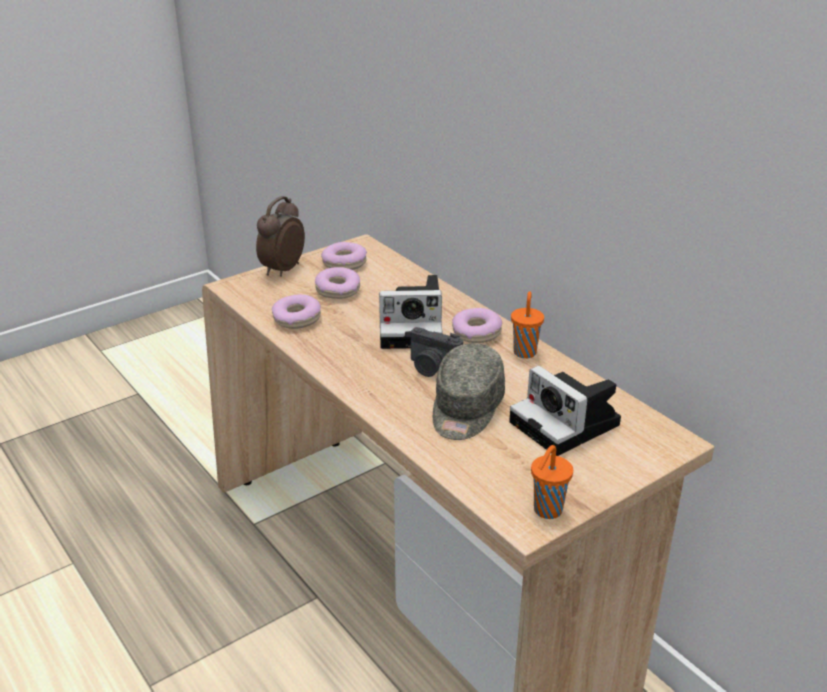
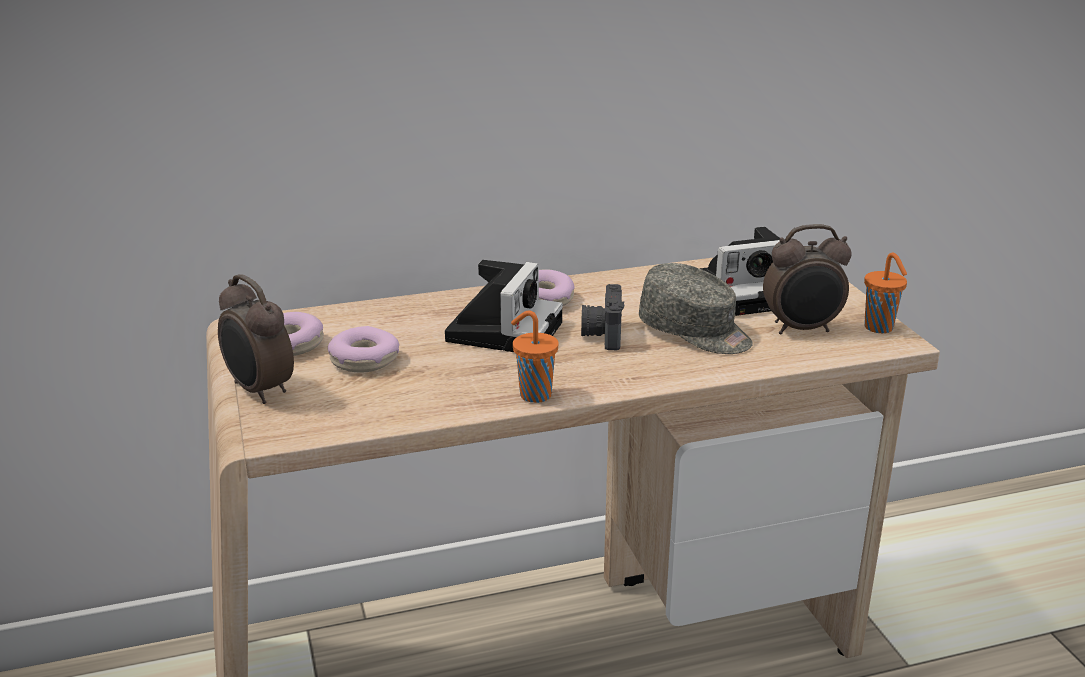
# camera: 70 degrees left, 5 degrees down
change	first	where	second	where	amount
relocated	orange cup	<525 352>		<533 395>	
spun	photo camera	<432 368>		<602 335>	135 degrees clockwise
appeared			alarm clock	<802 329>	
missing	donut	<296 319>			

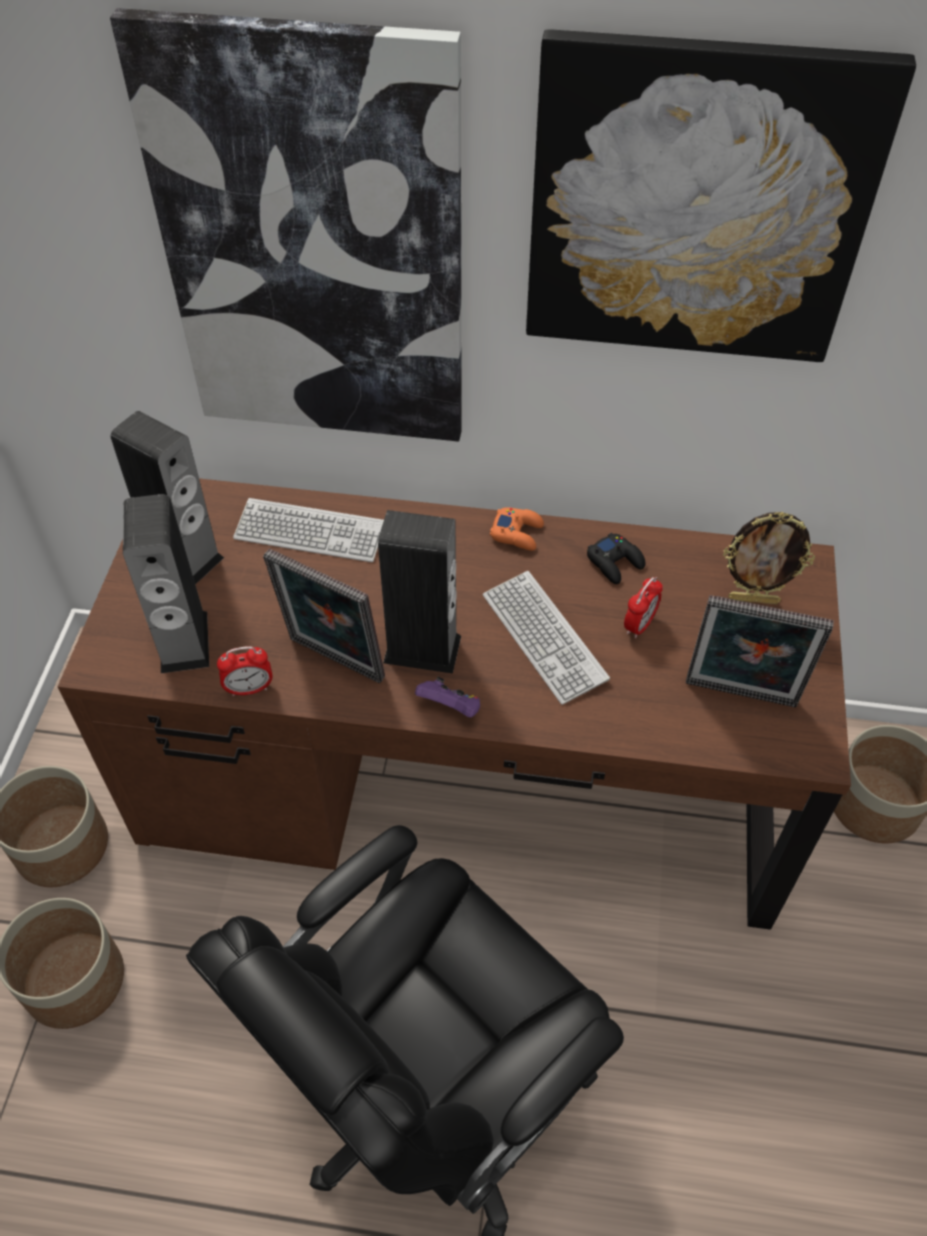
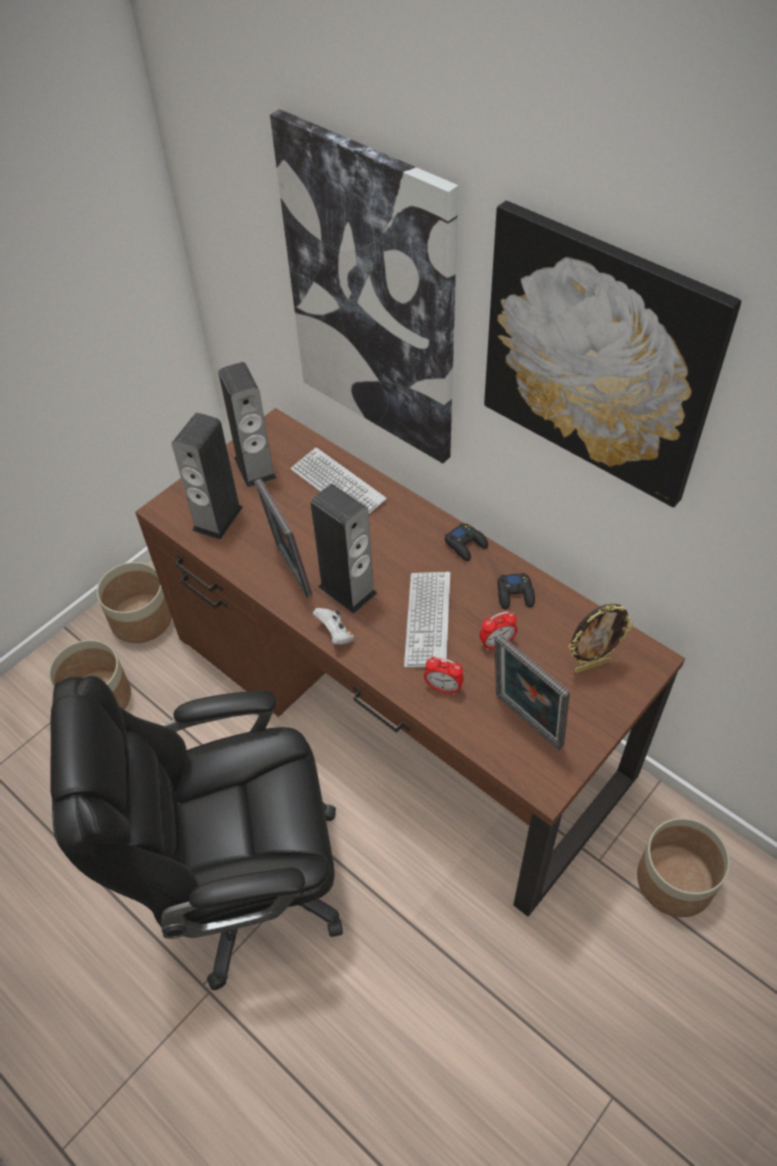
# camera: 35 degrees right, 0 degrees up
change	first	where	second	where	amount
colour	purple game controller	<450 708>	white game controller	<335 634>	
relocated	alarm clock	<249 689>		<443 687>	
colour	orange game controller	<517 533>	black game controller	<466 545>	
spun	picture frame	<753 599>		<591 665>	60 degrees counterclockwise

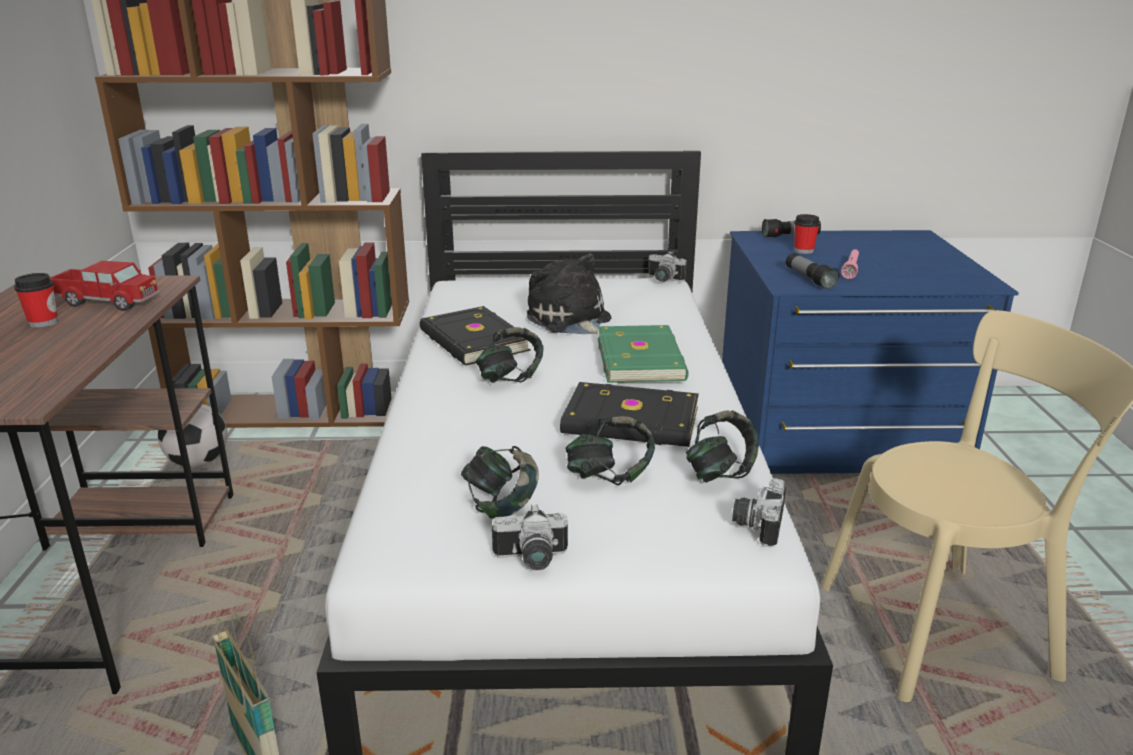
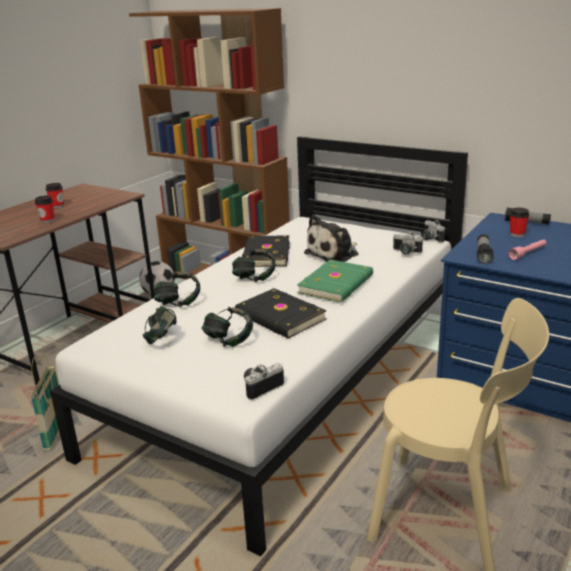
# camera: 35 degrees right, 0 degrees up
change	first	where	second	where	amount
appeared			cup	<47 221>	
relocated	headphones	<720 473>		<178 303>	
spun	plush toy	<571 321>		<334 254>	135 degrees counterclockwise
relocated	photo camera	<531 560>		<405 252>	
missing	toy truck	<108 301>			

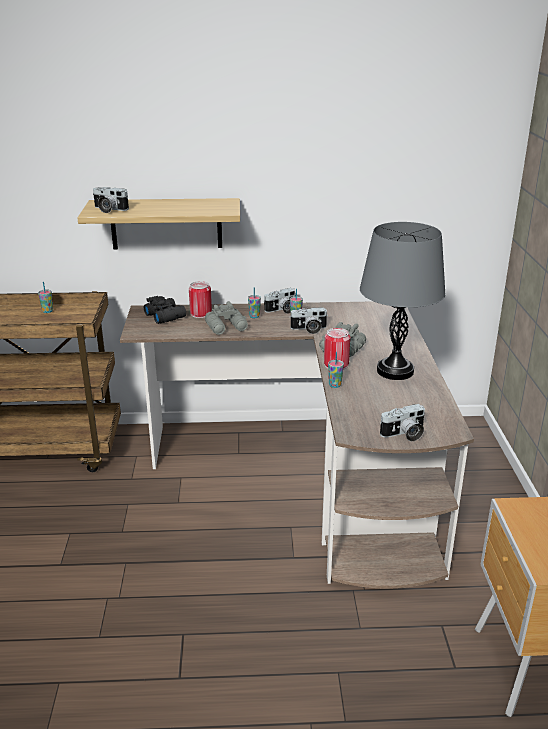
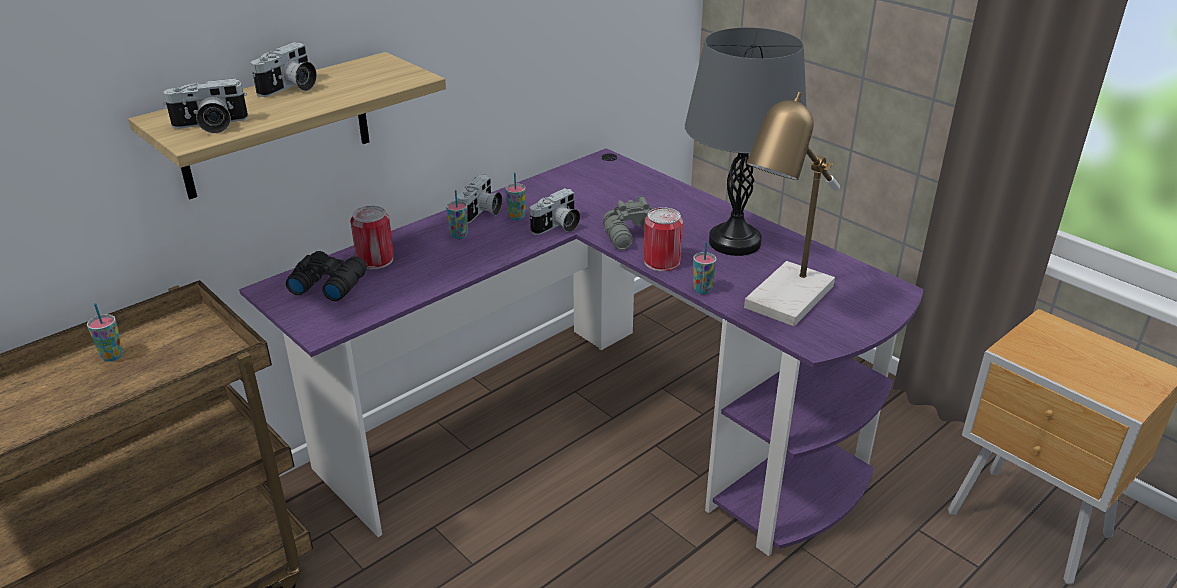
# camera: 40 degrees left, 5 degrees up
change	first	where	second	where	amount
colour	brown desk	<313 476>	purple desk	<598 431>	
relocated	photo camera	<404 434>		<290 88>	
appeared			table lamp	<784 304>	
missing	grey binoculars	<227 327>			

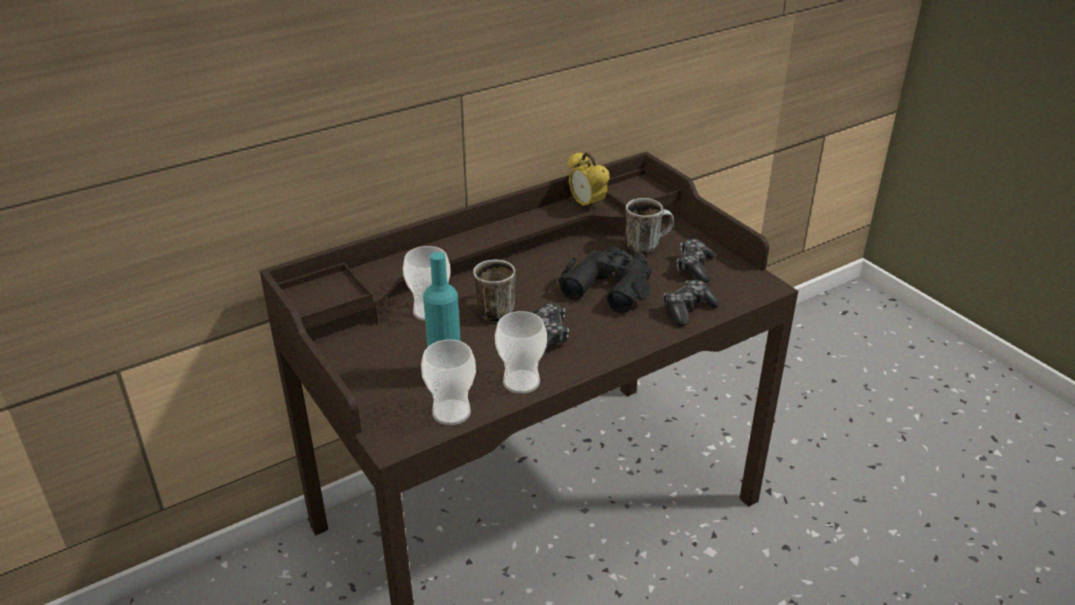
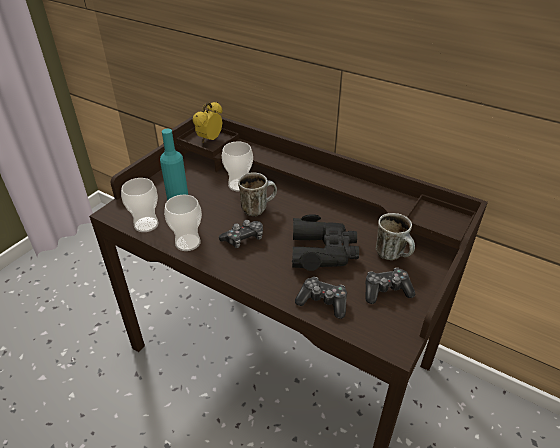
# camera: 65 degrees right, 5 degrees up
change	first	where	second	where	amount
relocated	alarm clock	<587 205>		<210 140>	

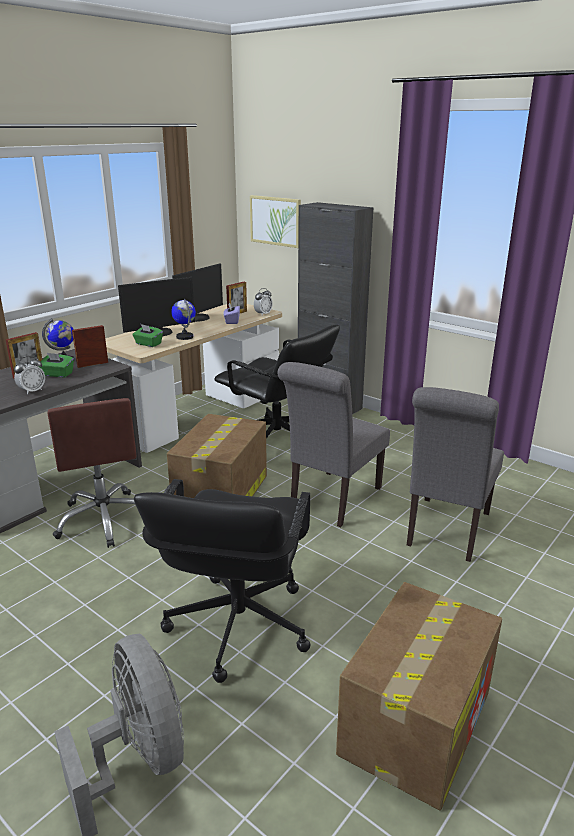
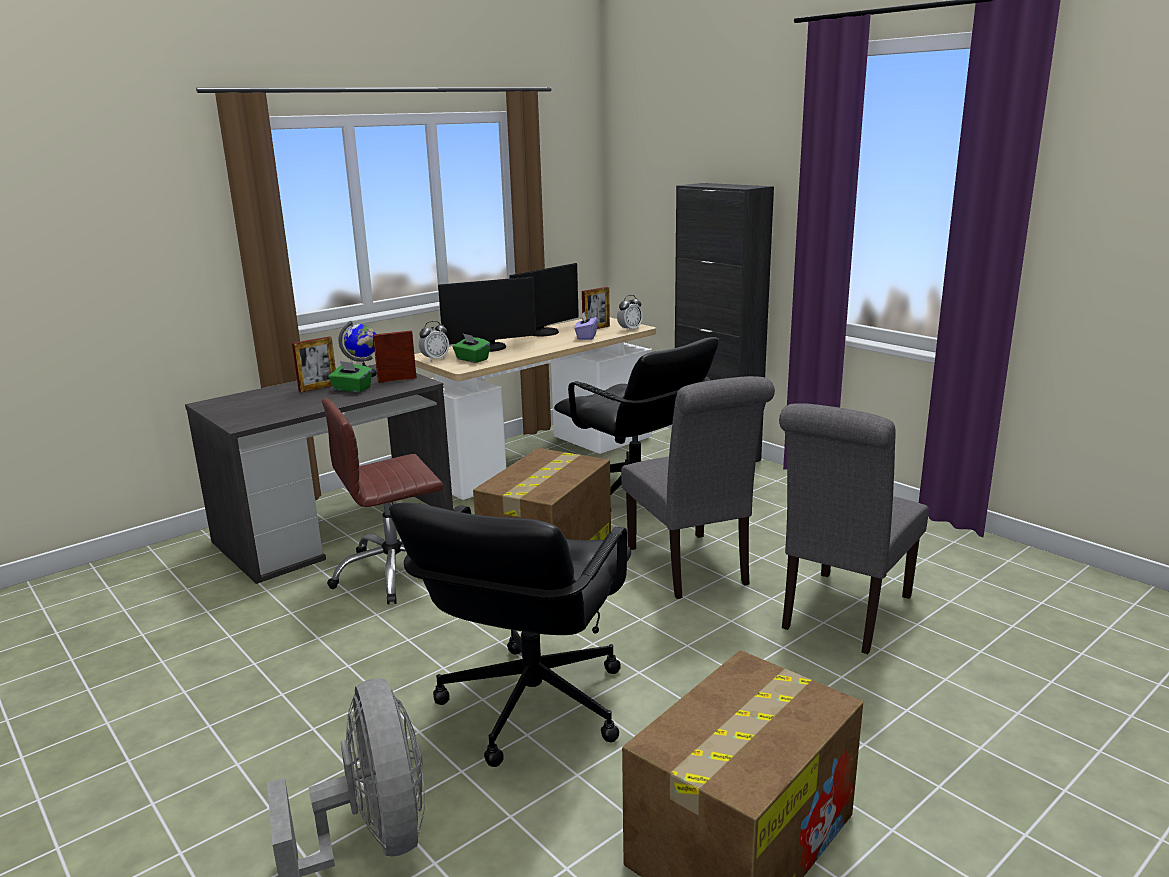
# camera: 10 degrees right, 5 degrees down
change	first	where	second	where	amount
spun	brown office chair	<105 519>		<394 572>	75 degrees clockwise
relocated	alarm clock	<32 391>		<435 359>	
spun	grey chair	<332 501>		<691 569>	60 degrees counterclockwise
missing	globe	<185 337>			
missing	picture	<275 221>			

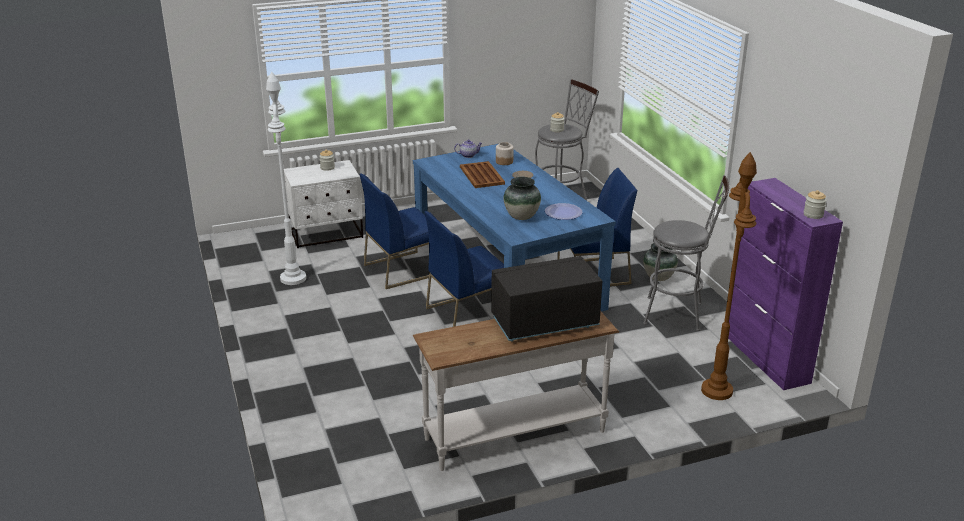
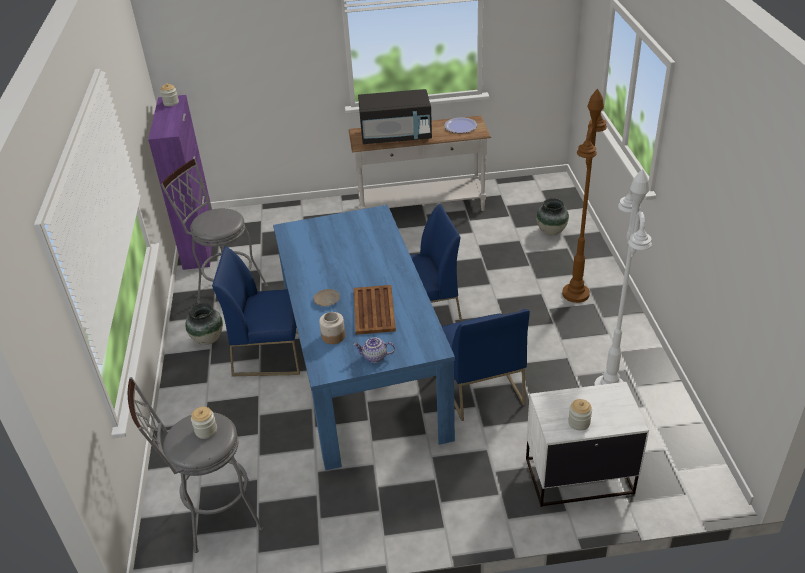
# camera: 165 degrees left, 10 degrees up
change	first	where	second	where	amount
spun	blue chair	<402 269>		<479 387>	90 degrees clockwise
relocated	plate	<563 212>		<460 126>	
relocated	vase	<521 217>		<551 231>	
relocated	brown floor lamp	<716 390>		<575 294>	

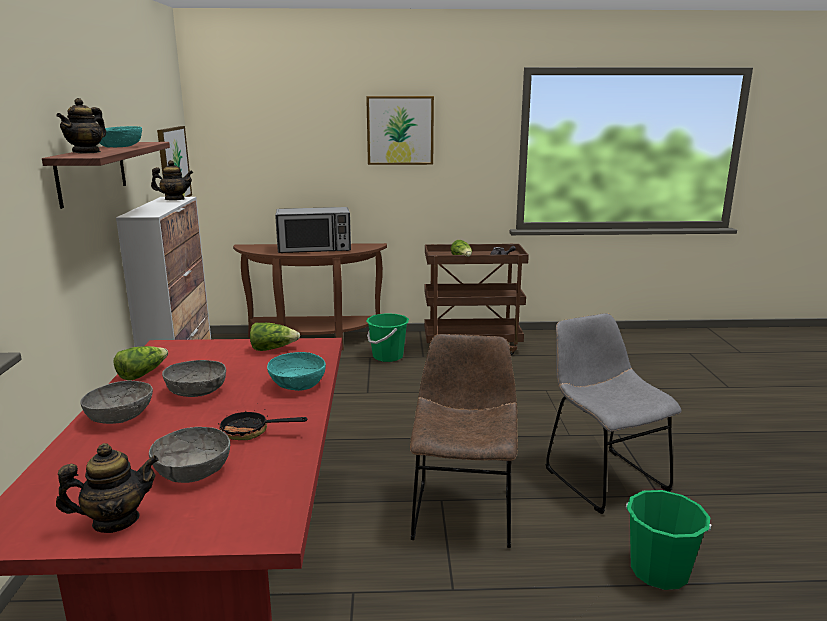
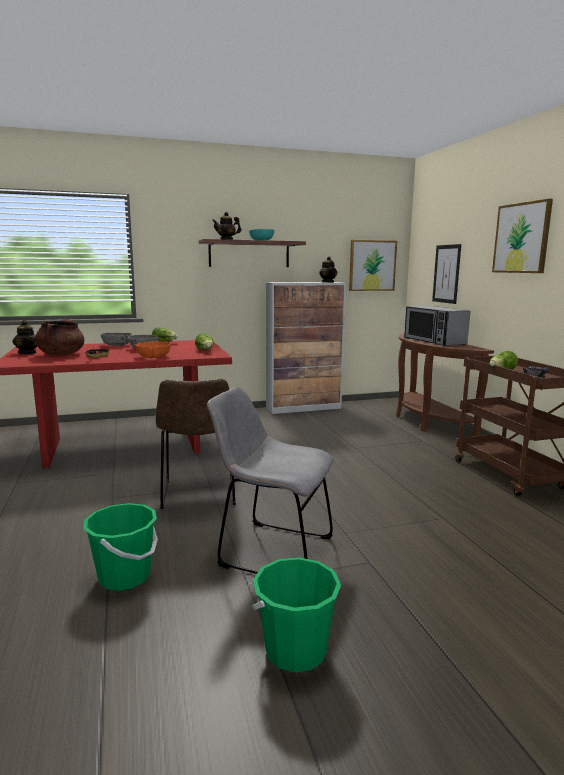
# camera: 75 degrees right, 5 degrees down
change	first	where	second	where	amount
exchanged	grey bowl	<192 471>	brown cooking pot	<61 355>	
colour	turquoise bowl	<297 384>	orange bowl	<153 356>	
spun	brown chair	<463 510>		<199 494>	90 degrees clockwise
spun	grey chair	<601 476>		<271 550>	120 degrees counterclockwise
relocated	green bucket	<388 356>		<295 650>	
appeared			picture	<446 274>	

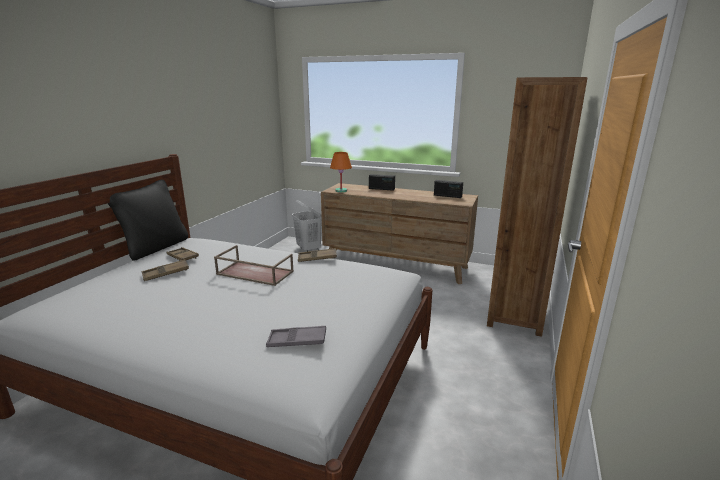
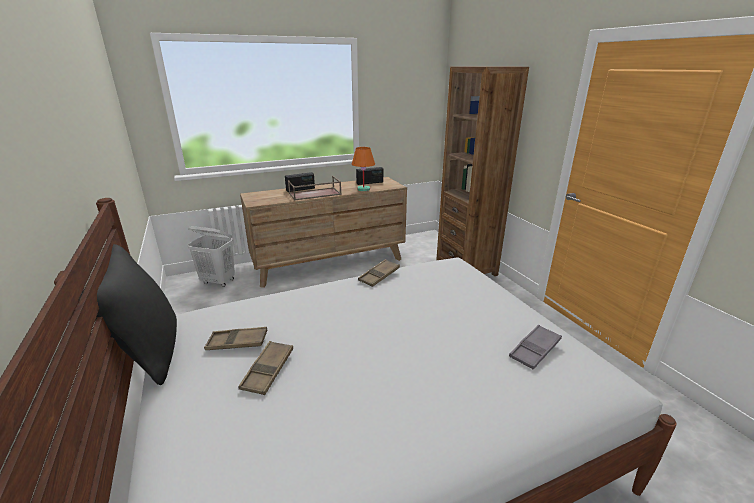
# camera: 45 degrees left, 5 degrees up
change	first	where	second	where	amount
relocated	brown tray	<254 273>		<314 194>	
relocated	orange table lamp	<341 191>		<363 189>	

